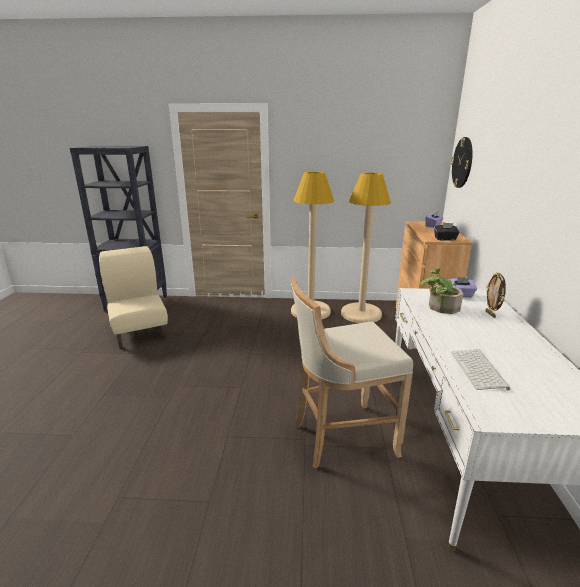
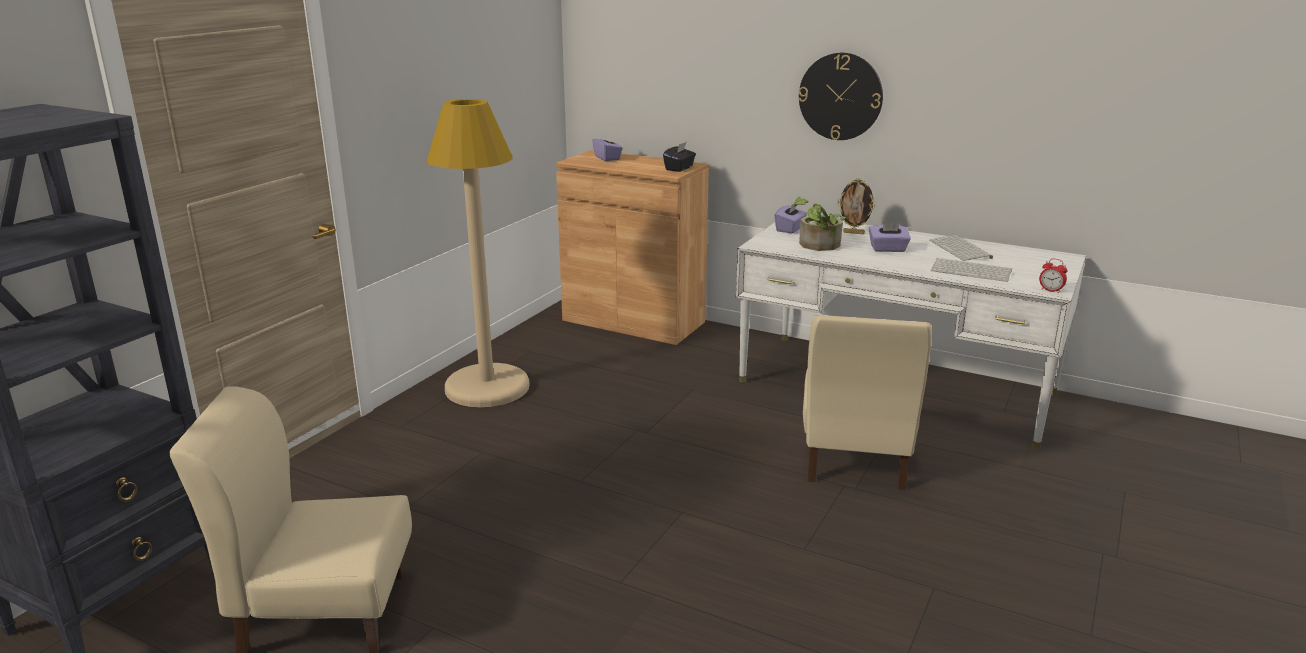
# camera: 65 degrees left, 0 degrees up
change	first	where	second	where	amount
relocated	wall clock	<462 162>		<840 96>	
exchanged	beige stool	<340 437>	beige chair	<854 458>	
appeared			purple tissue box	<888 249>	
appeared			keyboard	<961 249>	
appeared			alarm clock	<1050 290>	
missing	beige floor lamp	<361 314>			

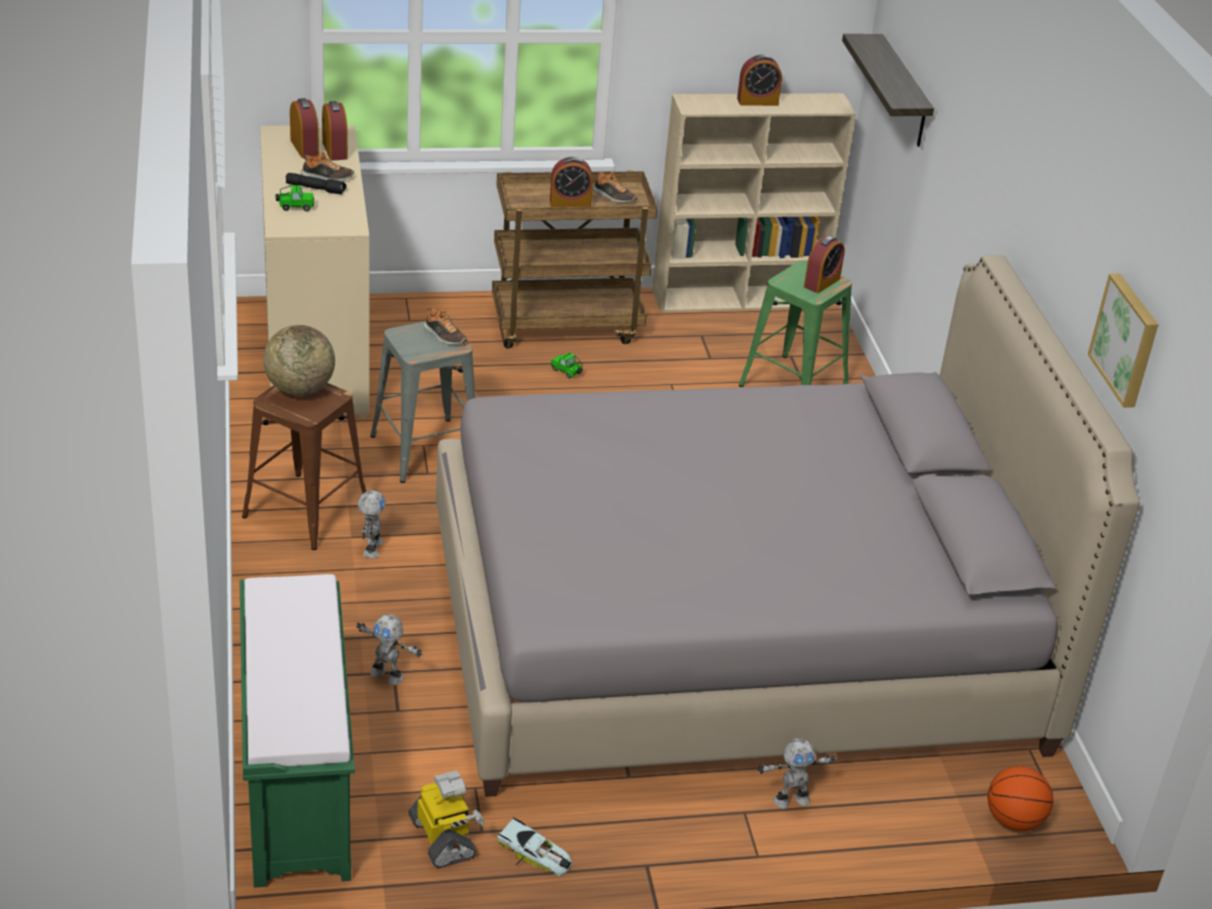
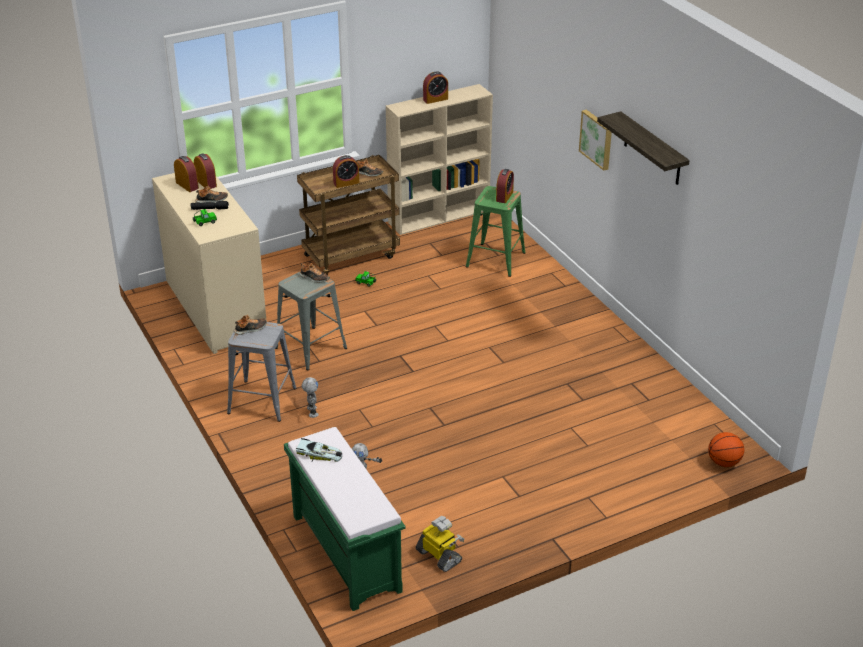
# camera: 15 degrees left, 0 degrees up
change	first	where	second	where	amount
colour	brown stool	<305 511>	grey stool	<262 401>	
exchanged	globe	<300 389>	shoe	<251 329>	
relocated	toy car	<535 854>		<319 454>	
relocated	picture	<1127 339>		<597 139>	
relocated	shelf	<903 92>		<652 149>	
missing	grey bed	<731 635>			
missing	toy robot	<790 799>			

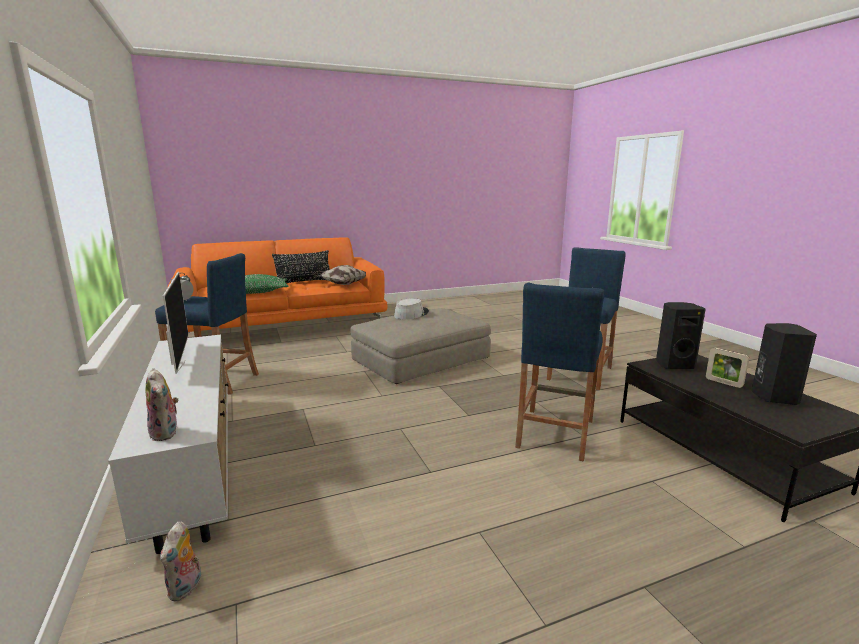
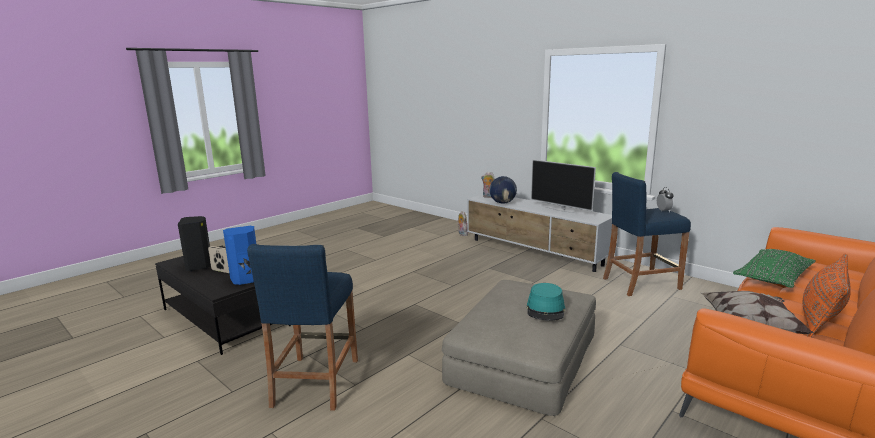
# camera: 155 degrees right, 0 degrees up
change	first	where	second	where	amount
colour	black speaker	<673 365>	blue speaker	<246 280>	
appeared			globe	<502 203>	
colour	grey hat	<411 314>	turquoise hat	<546 309>	
colour	black pillow	<304 282>	orange pillow	<820 319>	
missing	blue stool	<554 433>			

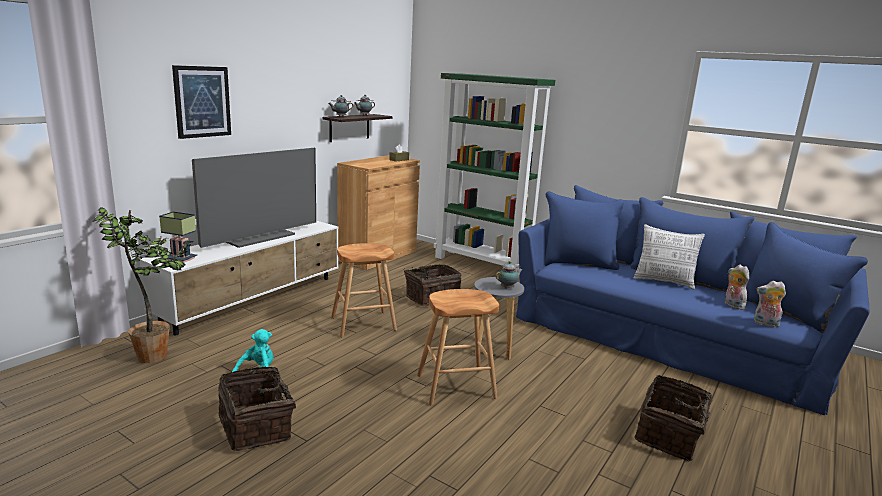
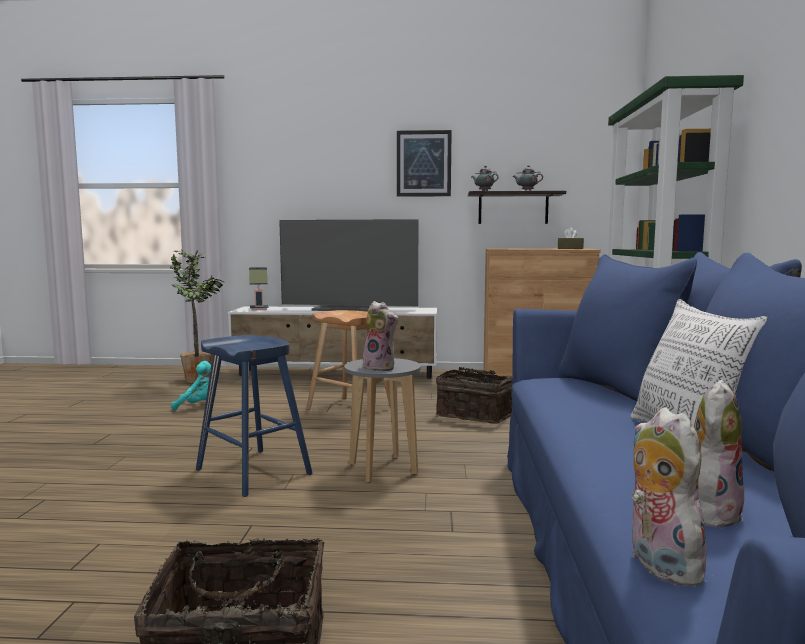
# camera: 60 degrees right, 10 degrees down
change	first	where	second	where	amount
colour	brown stool	<455 387>	blue stool	<253 471>	
exchanged	teapot	<508 288>	plush toy	<381 368>	
relocated	picture	<202 101>		<423 163>	
missing	basket	<257 426>			

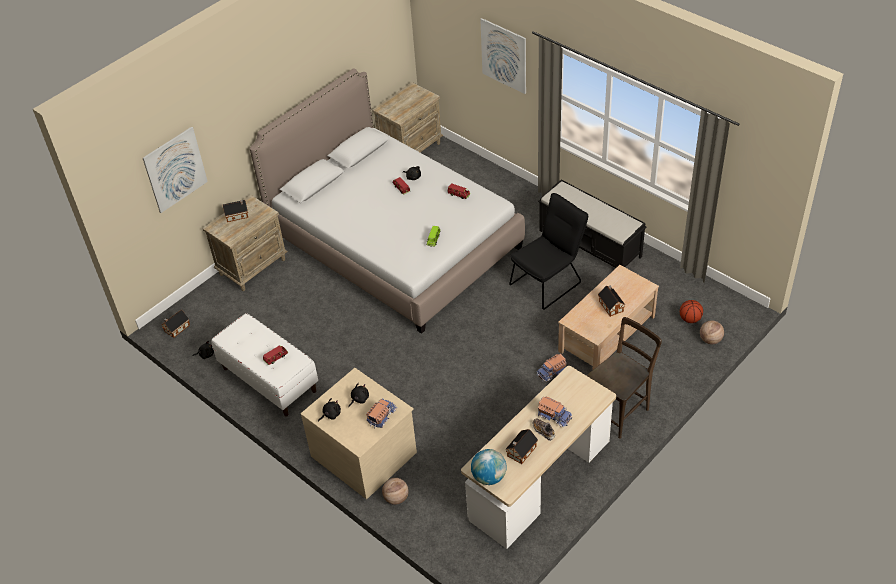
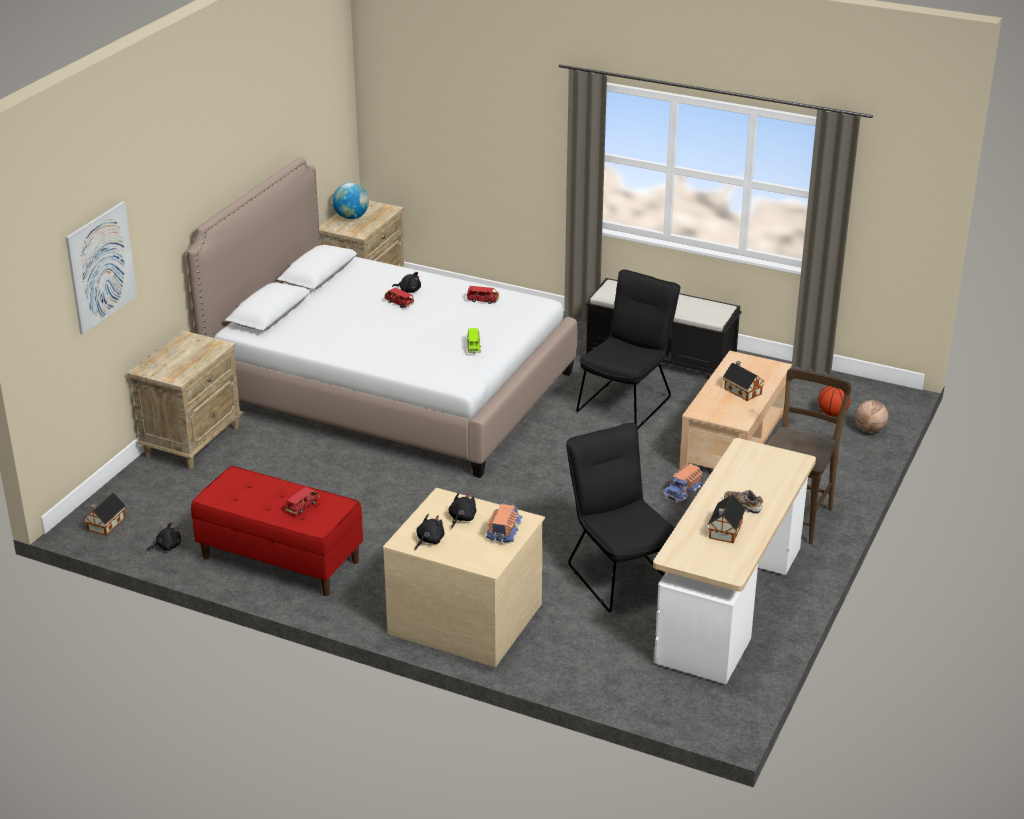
# camera: 20 degrees left, 15 degrees down
change	first	where	second	where	amount
colour	white bench	<269 380>	red bench	<280 560>	
relocated	globe	<489 477>		<351 217>	
appeared			black chair	<619 573>	
missing	toy house	<238 215>			
missing	basketball	<396 498>			
missing	picture	<504 55>			
missing	toy truck	<554 416>			

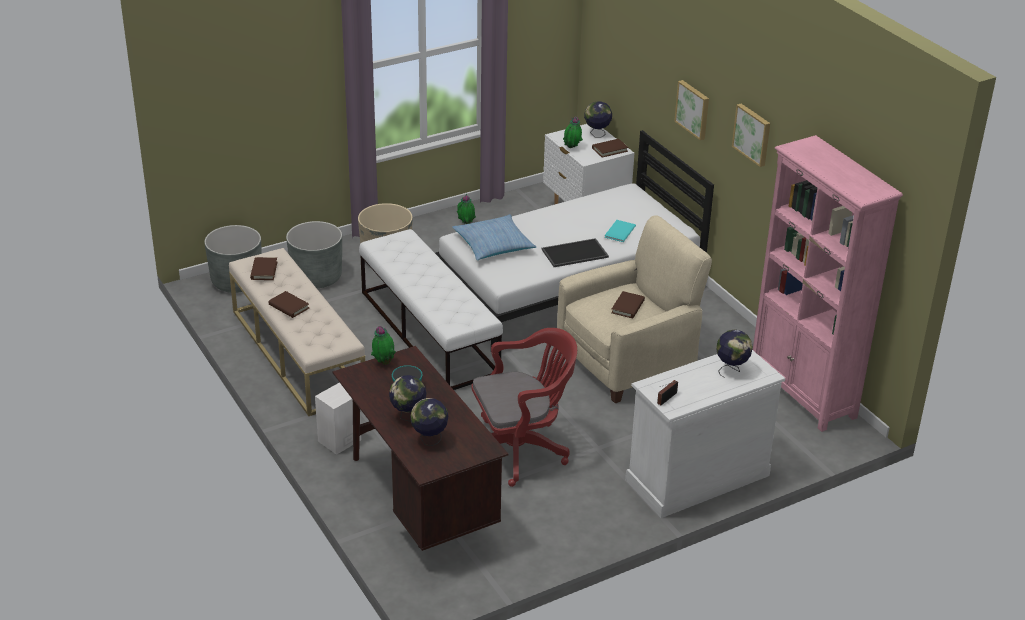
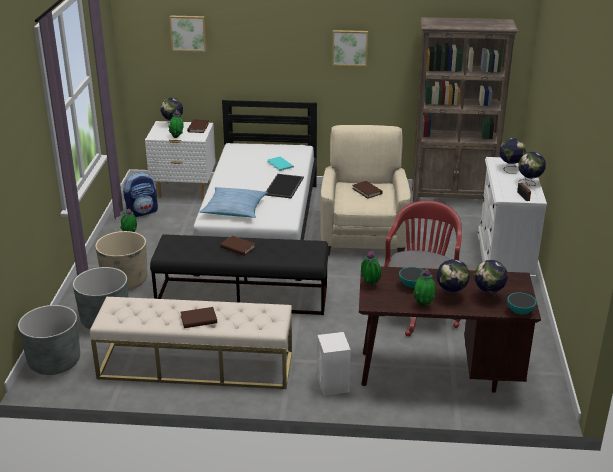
# camera: 55 degrees left, 5 degrees down
change	first	where	second	where	amount
appeared			backpack	<142 212>	
colour	white bench	<429 333>	black bench	<243 296>	
relocated	picture	<693 109>		<188 32>	
relocated	brown book	<264 270>		<237 247>	
colour	pink bookcase	<802 393>	brown bookcase	<453 197>	
appeared			potted plant	<423 305>	
appeared			bowl	<520 312>	
appeared			globe	<529 183>	

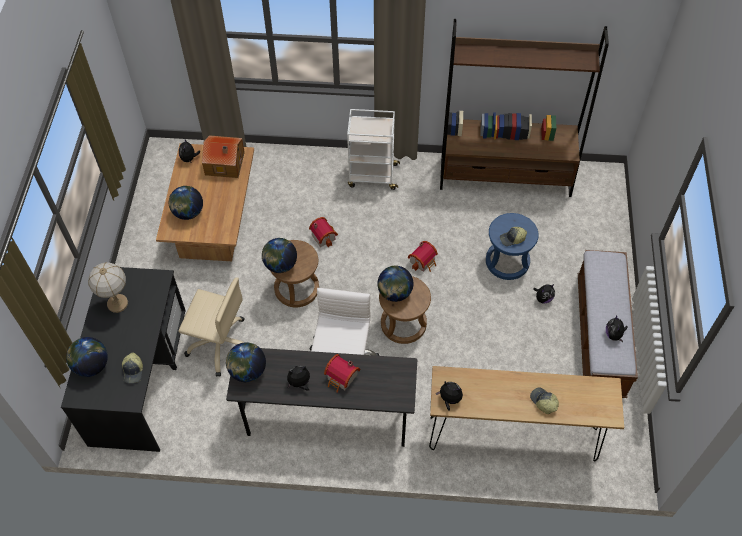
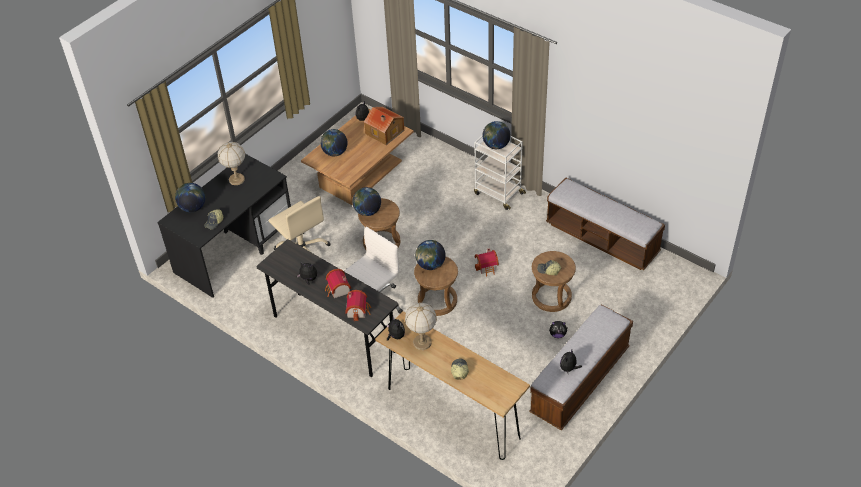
# camera: 35 degrees right, 10 degrees down
change	first	where	second	where	amount
relocated	toy house	<324 236>		<358 310>	
appeared			table lamp	<422 343>	
relocated	globe	<248 371>		<496 145>	
colour	blue stool	<507 262>	brown stool	<551 297>	
exchanged	brown bookcase	<505 177>	bench	<602 239>	

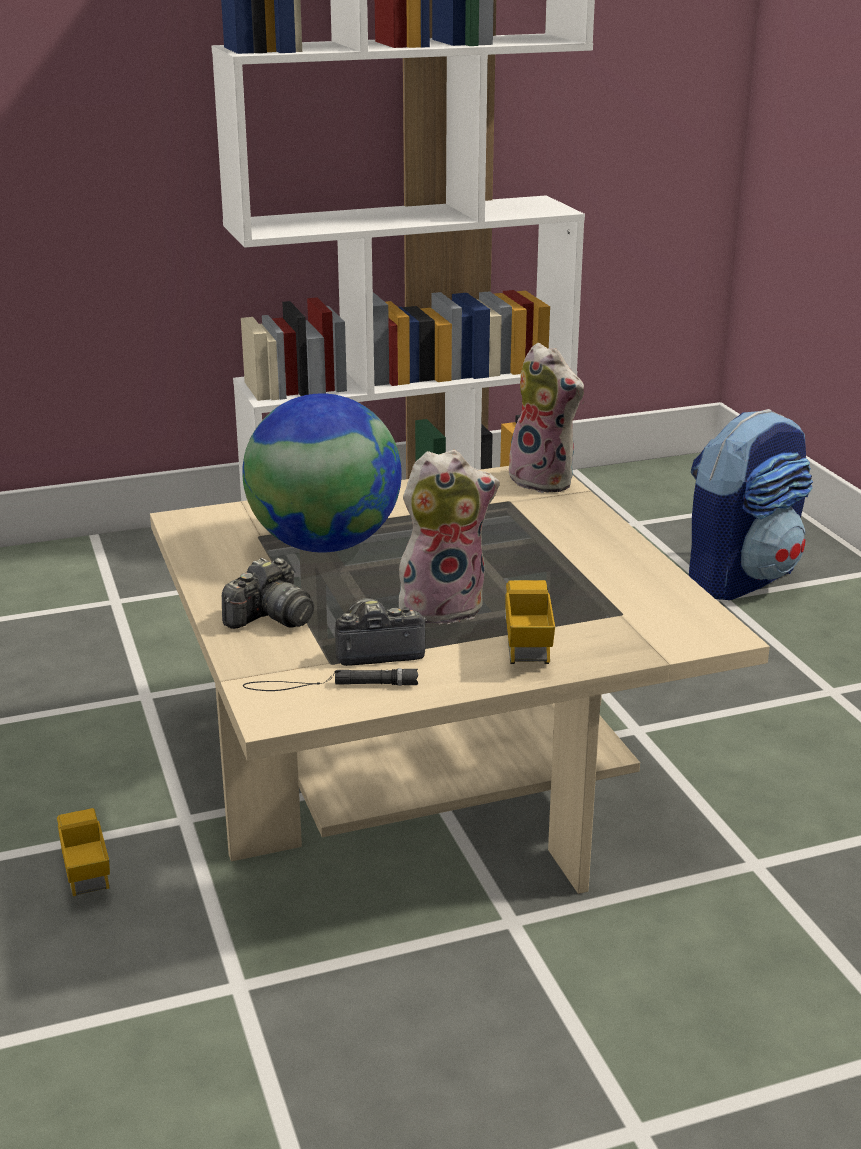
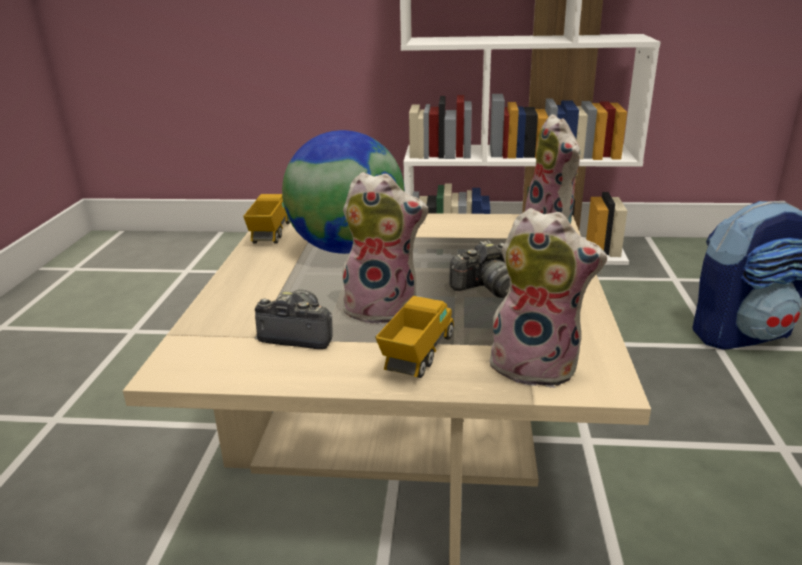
# camera: 25 degrees right, 0 degrees up
change	first	where	second	where	amount
relocated	toy truck	<85 871>		<271 234>	
relocated	photo camera	<271 618>		<487 288>	
appeared			plush toy	<536 366>	
missing	black flashlight	<330 685>			

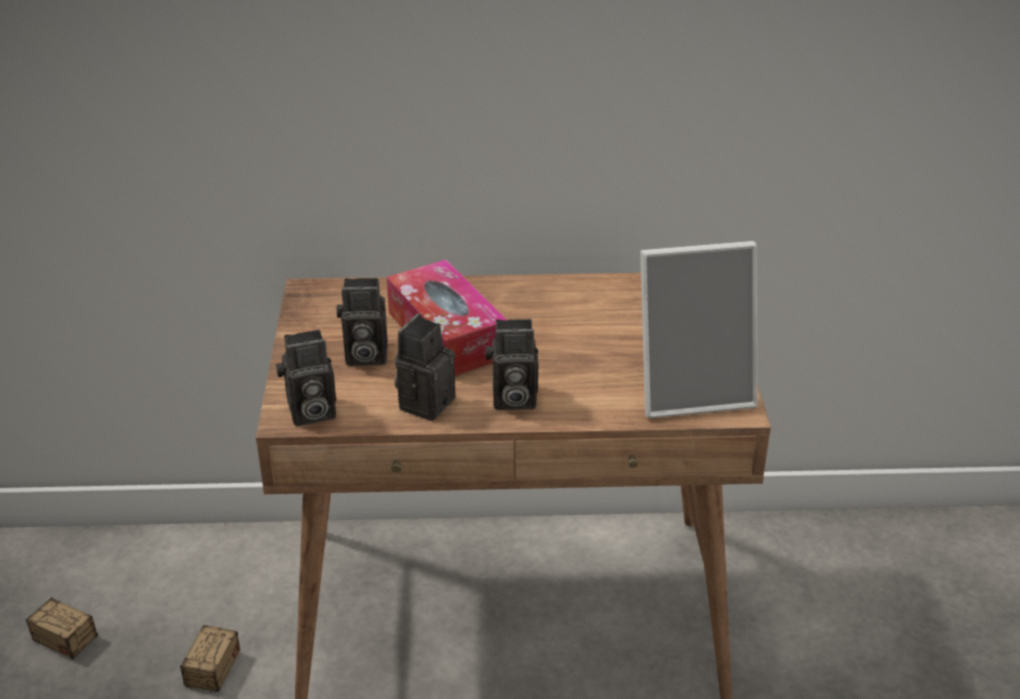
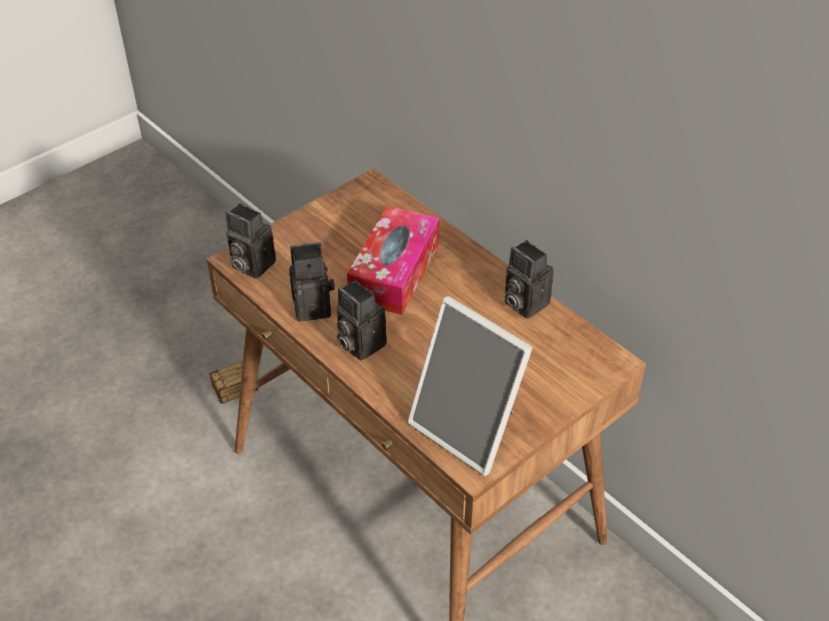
# camera: 50 degrees right, 10 degrees up
change	first	where	second	where	amount
relocated	photo camera	<363 356>		<523 303>	
missing	storage box	<93 652>			

